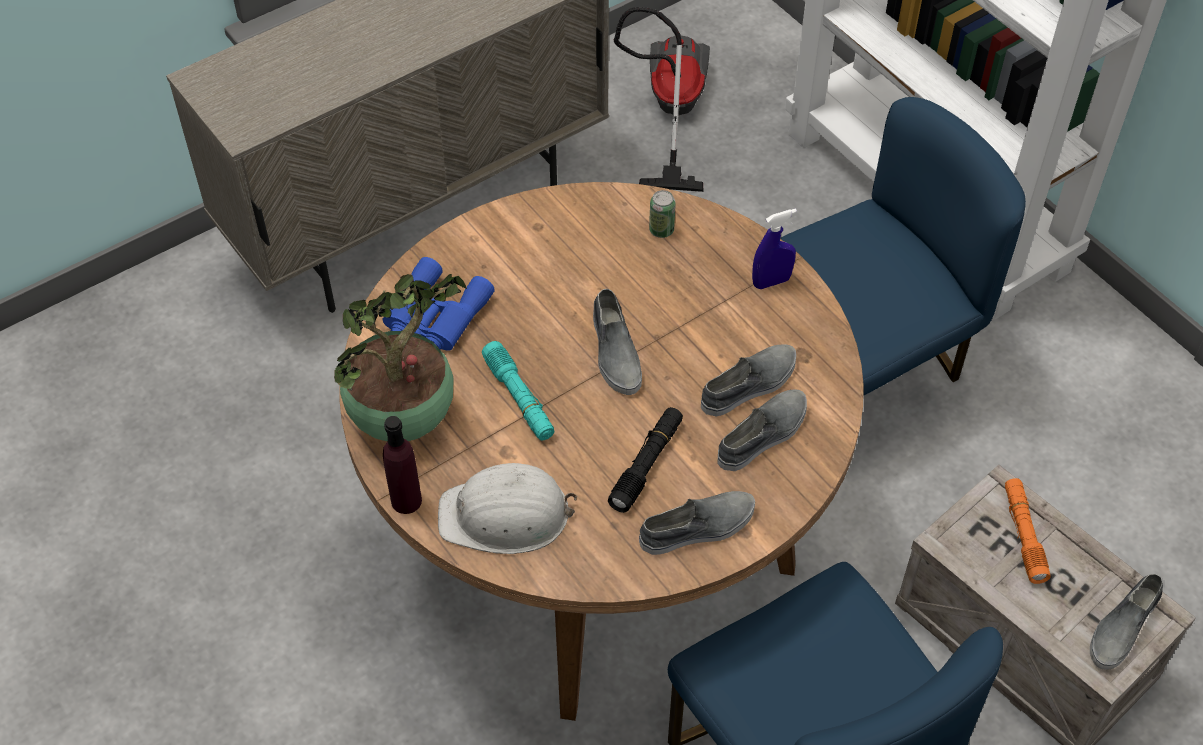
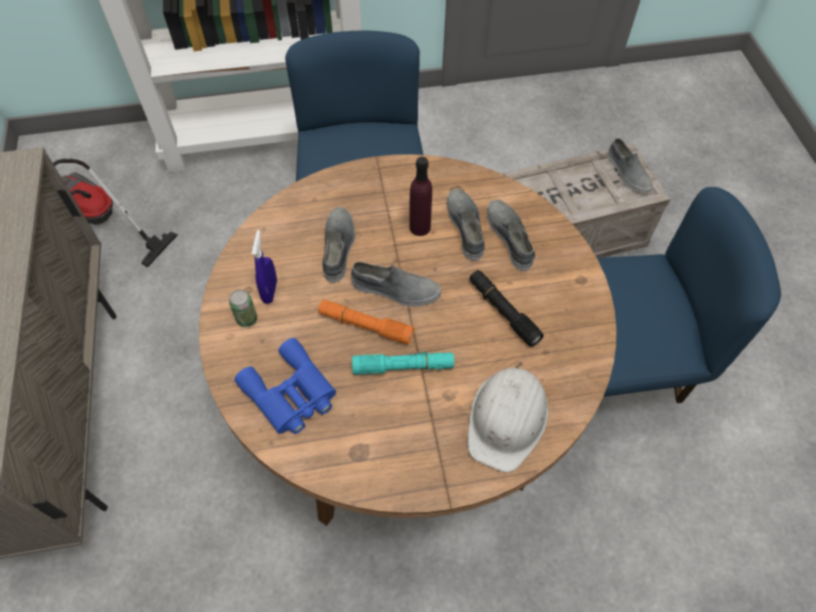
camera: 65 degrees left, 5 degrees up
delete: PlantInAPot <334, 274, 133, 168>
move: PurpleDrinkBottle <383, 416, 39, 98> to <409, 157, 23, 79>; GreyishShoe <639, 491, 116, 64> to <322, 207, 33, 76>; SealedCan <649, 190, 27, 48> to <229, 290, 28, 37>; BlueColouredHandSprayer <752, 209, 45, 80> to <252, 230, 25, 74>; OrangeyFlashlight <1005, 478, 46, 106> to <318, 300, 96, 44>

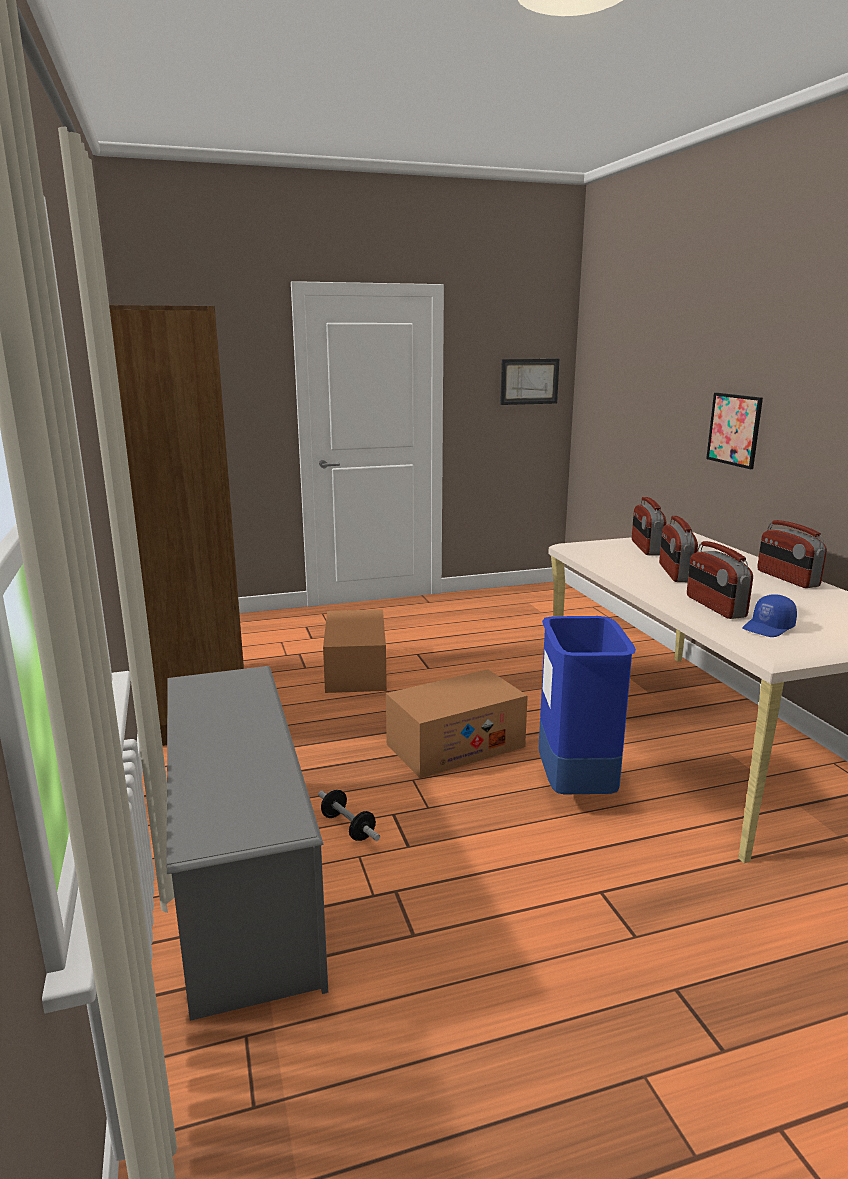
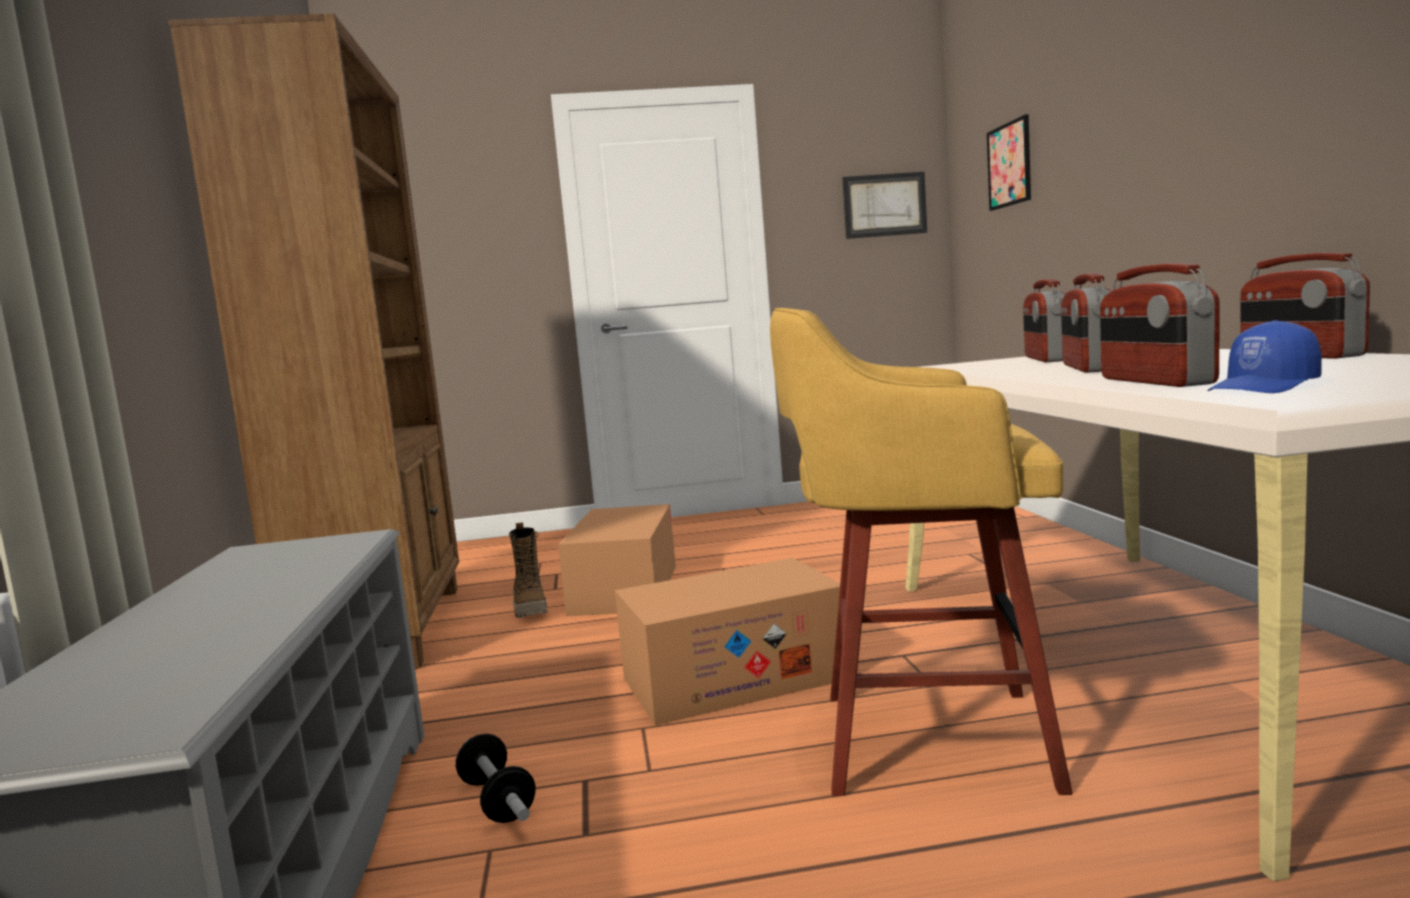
camera: 10 degrees right, 10 degrees down
insert: Boot <509, 522, 38, 96>
move: Picture <706, 393, 57, 76> to <987, 114, 44, 97>
replace: BlueColouredWasteBin <539, 616, 97, 178> to YellowishSittingStool <770, 308, 302, 488>

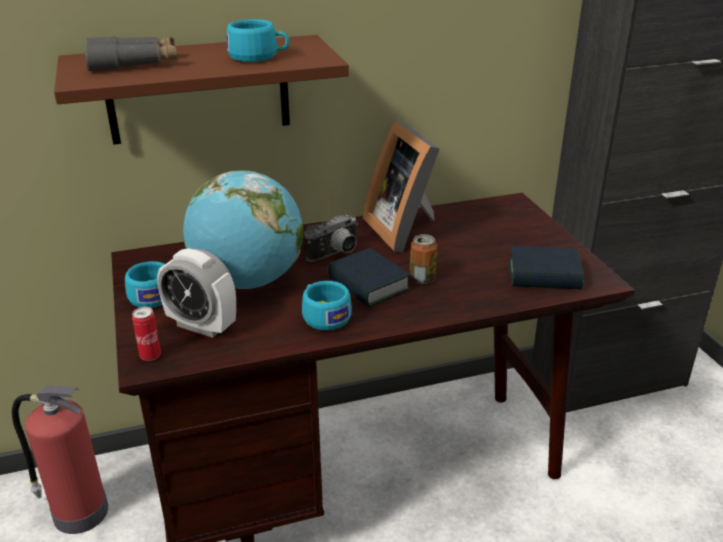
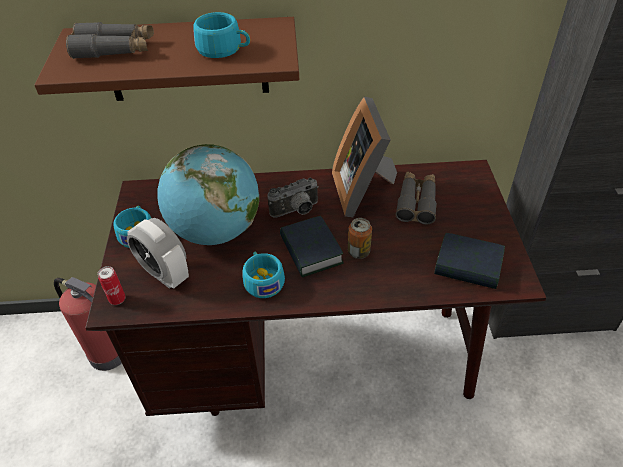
camera: 15 degrees right, 15 degrees up
insert: GreyishBinoculars <395, 172, 42, 53>

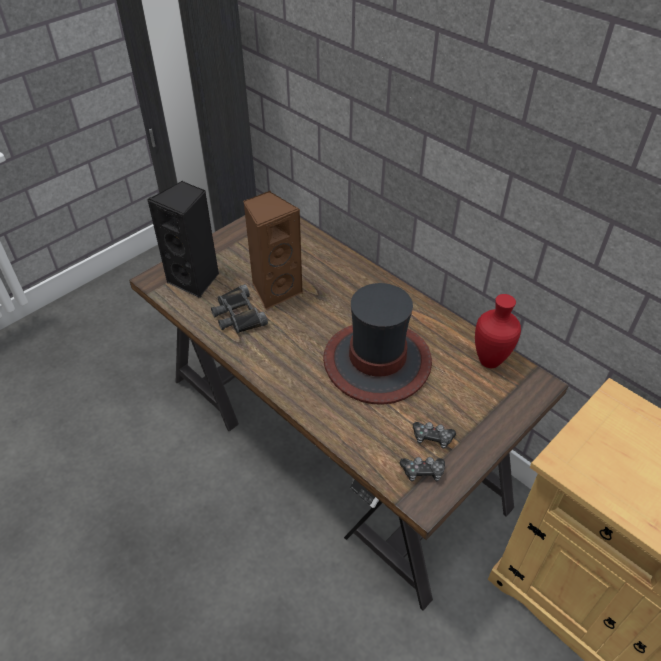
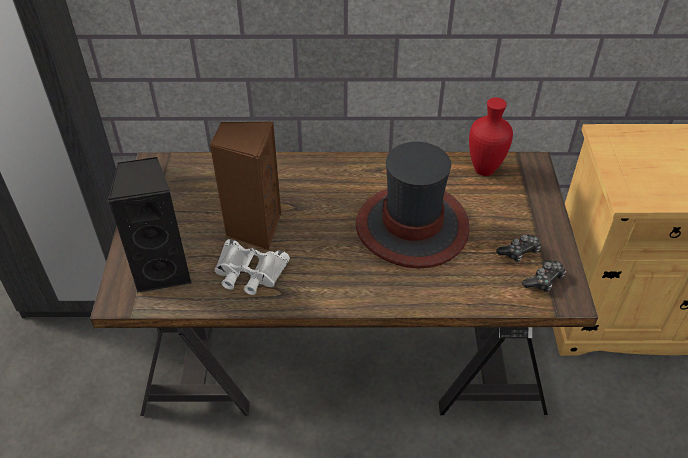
camera: 45 degrees left, 0 degrees up
recolor: BlackBinoculars <211, 284, 57, 49> to WhiteColouredBinoculars <214, 239, 76, 56>

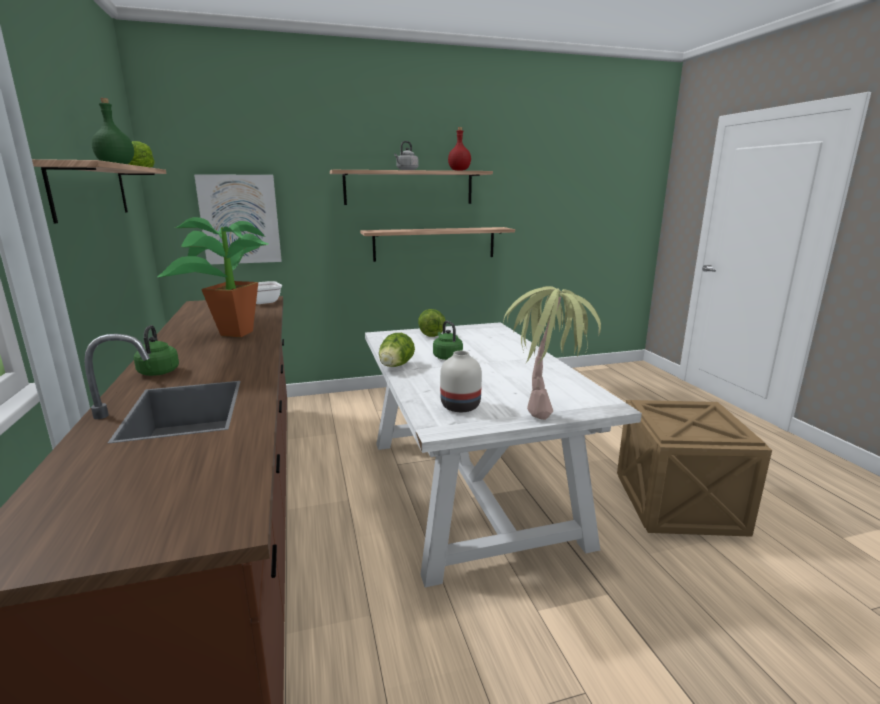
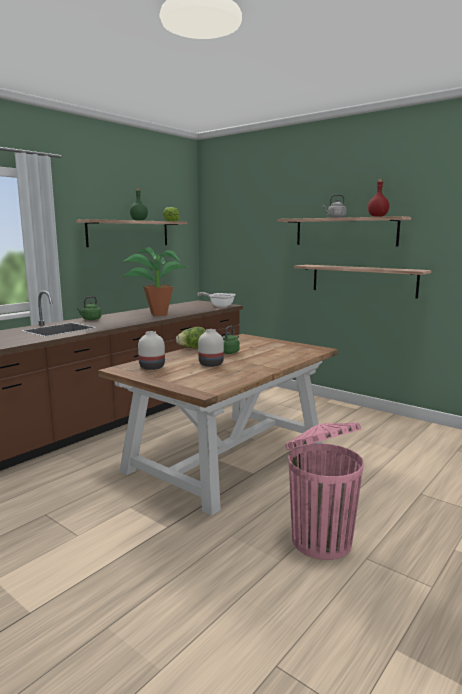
camera: 55 degrees right, 5 degrees down
delete: Picture <194, 174, 88, 90>; HeadOfLettuce <418, 309, 28, 28>; PlantInAPot <503, 286, 98, 134>
insert: WhiteColouredDecorativeVase <198, 329, 26, 38>
replace: PackingCrate <617, 400, 155, 137> to PinkishWasteBin <285, 423, 79, 137>
recolor: WhiteColouredKitchenTable <365, 322, 277, 265> to BrownishKitchenTable <98, 334, 240, 182>

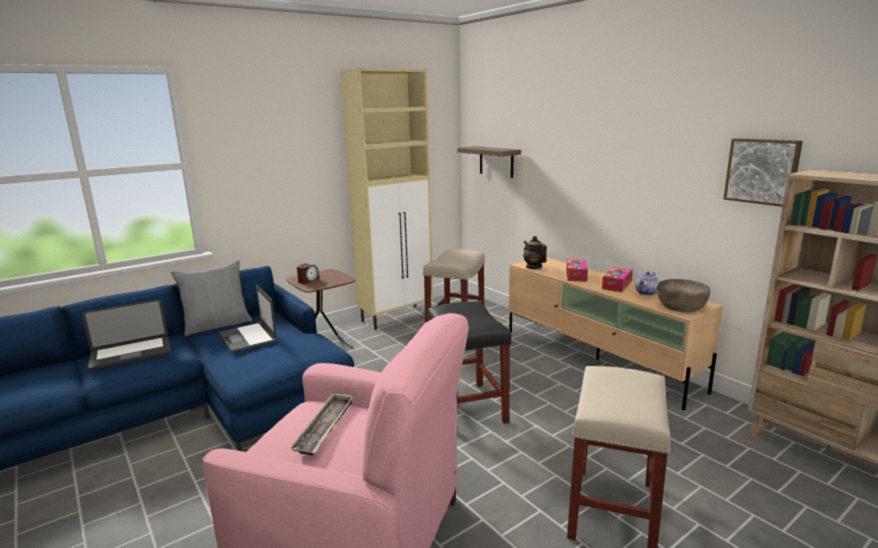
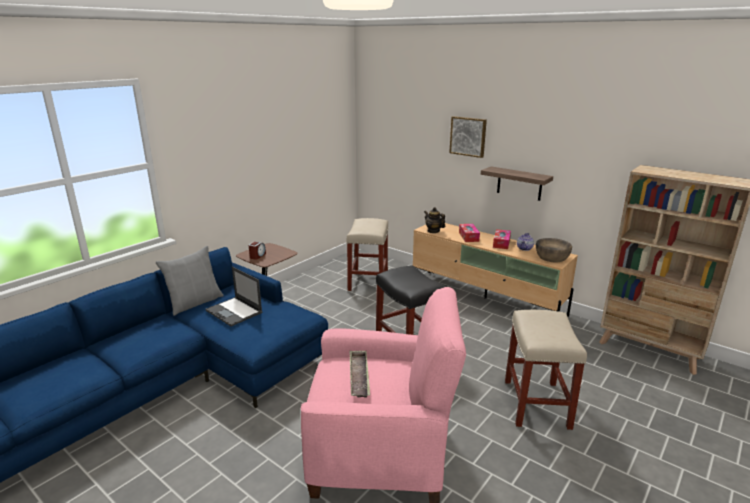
camera: 15 degrees left, 5 degrees up
delete: PortableComputer <81, 299, 90, 72>; BeigeColouredStorageCabinet <340, 68, 93, 262>
move: WallShelf <457, 146, 64, 32> to <481, 166, 72, 35>; Picture <724, 138, 79, 69> to <449, 116, 38, 42>

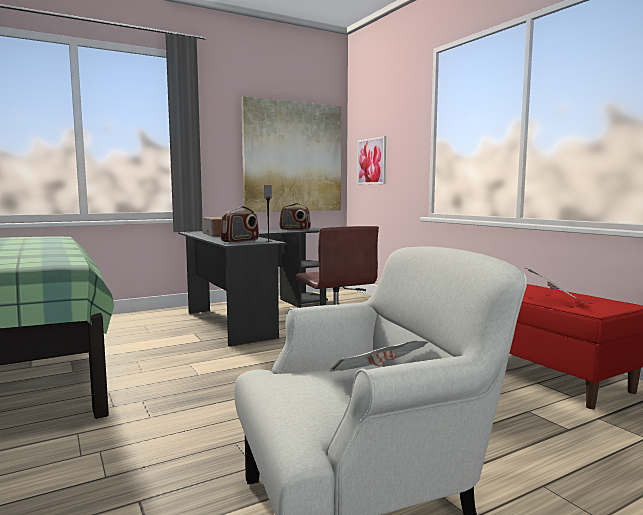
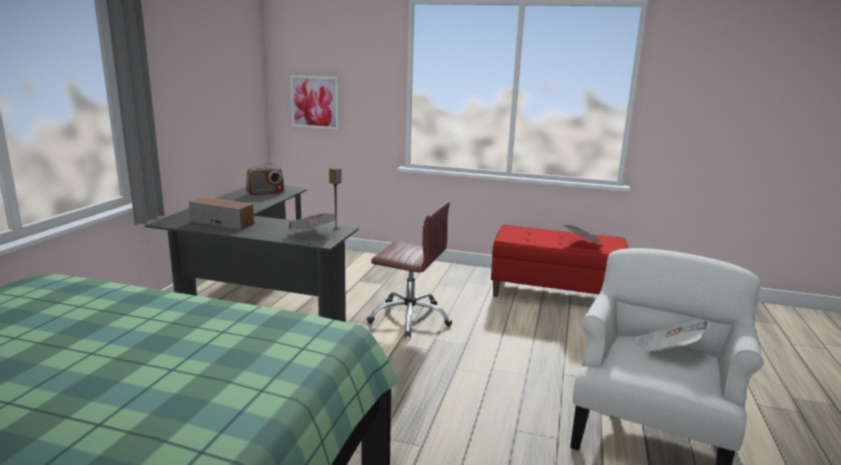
camera: 45 degrees left, 10 degrees up
delete: Picture <241, 96, 100, 116>
replace: Radio <221, 206, 38, 37> to DailyPaper <288, 213, 48, 17>

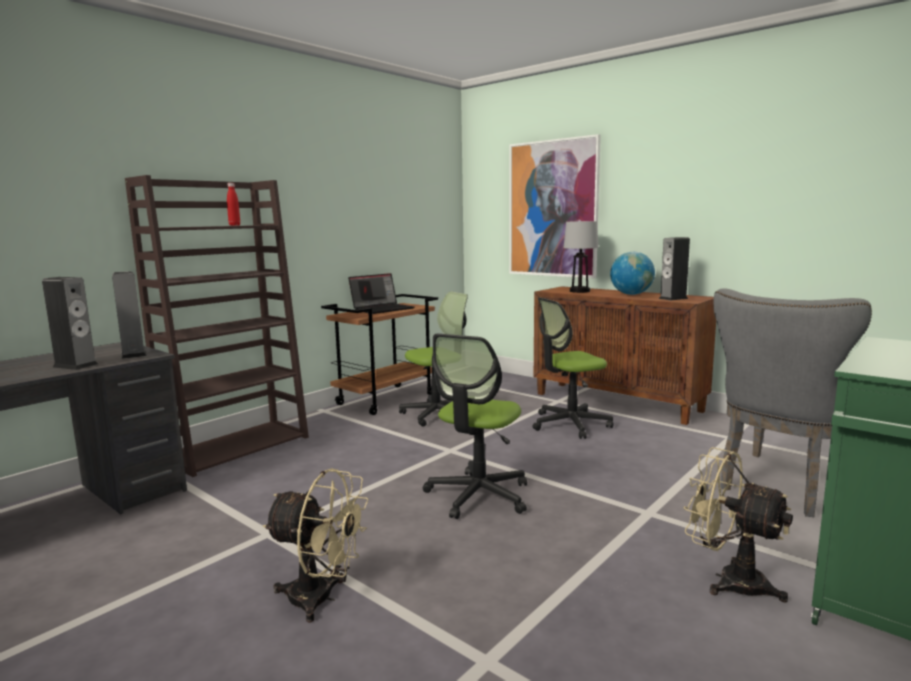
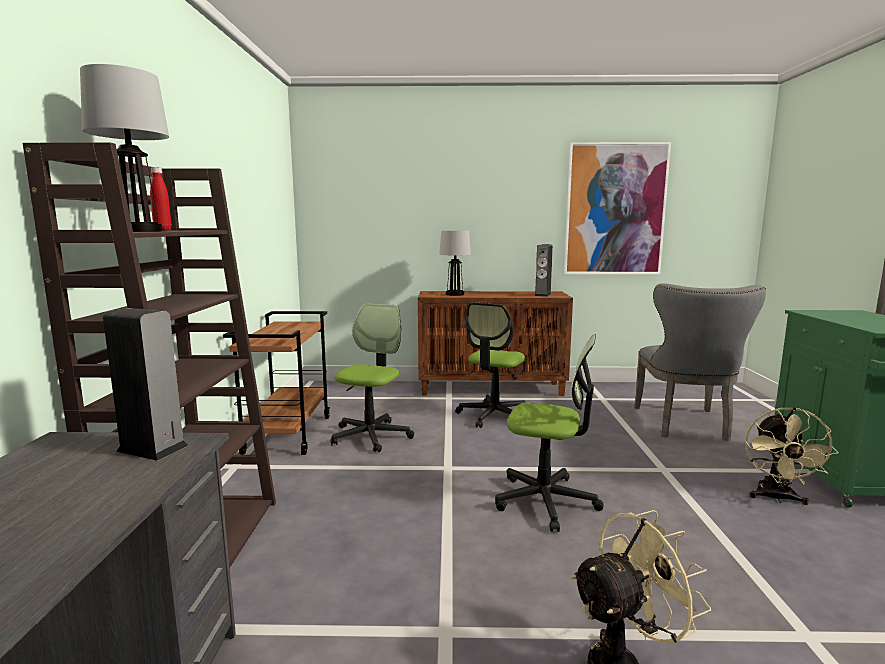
camera: 40 degrees left, 0 degrees up
delete: AudioSpeaker <42, 277, 56, 93>; PortableComputer <348, 273, 66, 41>; DeskGlobe <610, 252, 45, 43>
insert: TableLamp <80, 64, 89, 168>
move: Picture <509, 134, 92, 144> to <564, 142, 107, 132>
rotate: ComputerChair <423, 333, 104, 186> = <495, 334, 108, 198> 60 degrees counterclockwise; BeigeColouredCoolingFan <684, 447, 109, 156> = <745, 407, 94, 98> 75 degrees counterclockwise

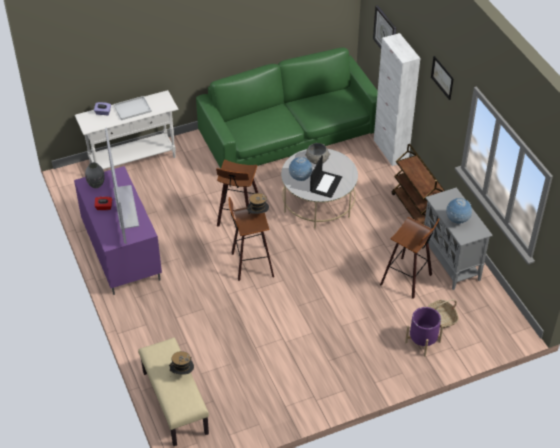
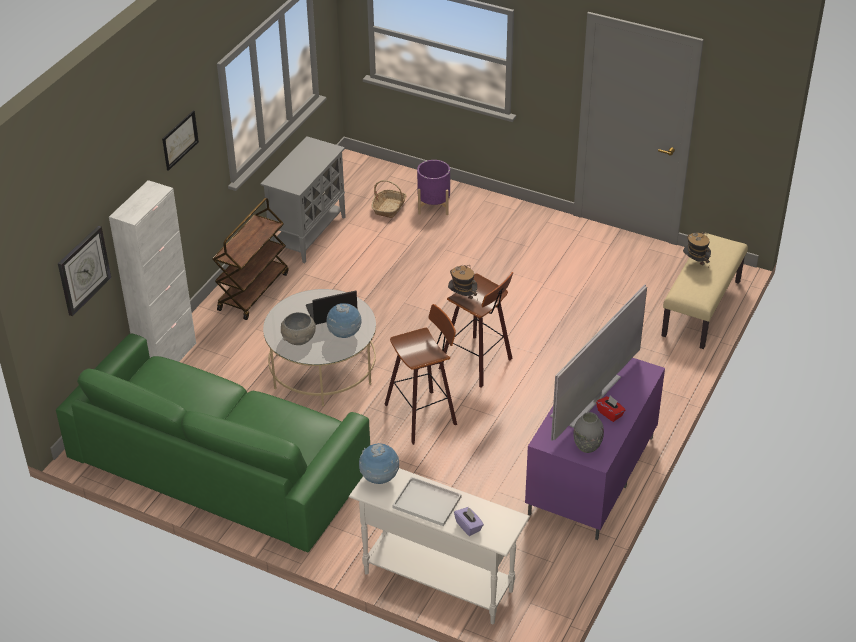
camera: 130 degrees left, 5 degrees down
delete: SittingStool <380, 217, 60, 82>
move: DeskGlobe <446, 198, 26, 26> to <359, 443, 40, 41>

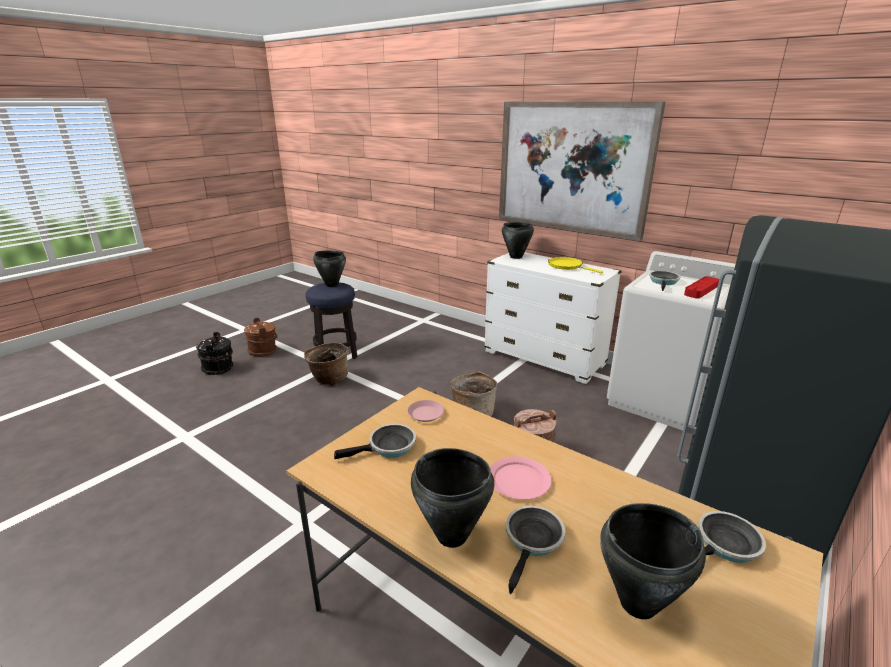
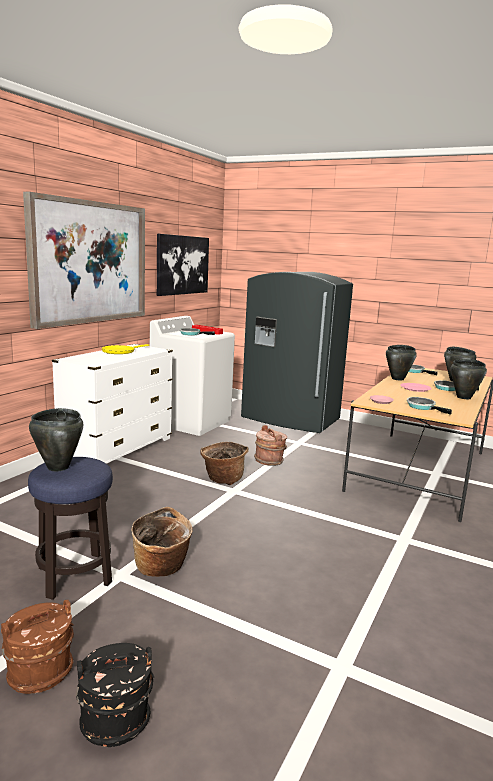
camera: 100 degrees left, 10 degrees down
insert: Picture <157, 234, 52, 62>
move: BlackCookingPot <502, 222, 32, 37> to <386, 345, 31, 36>

